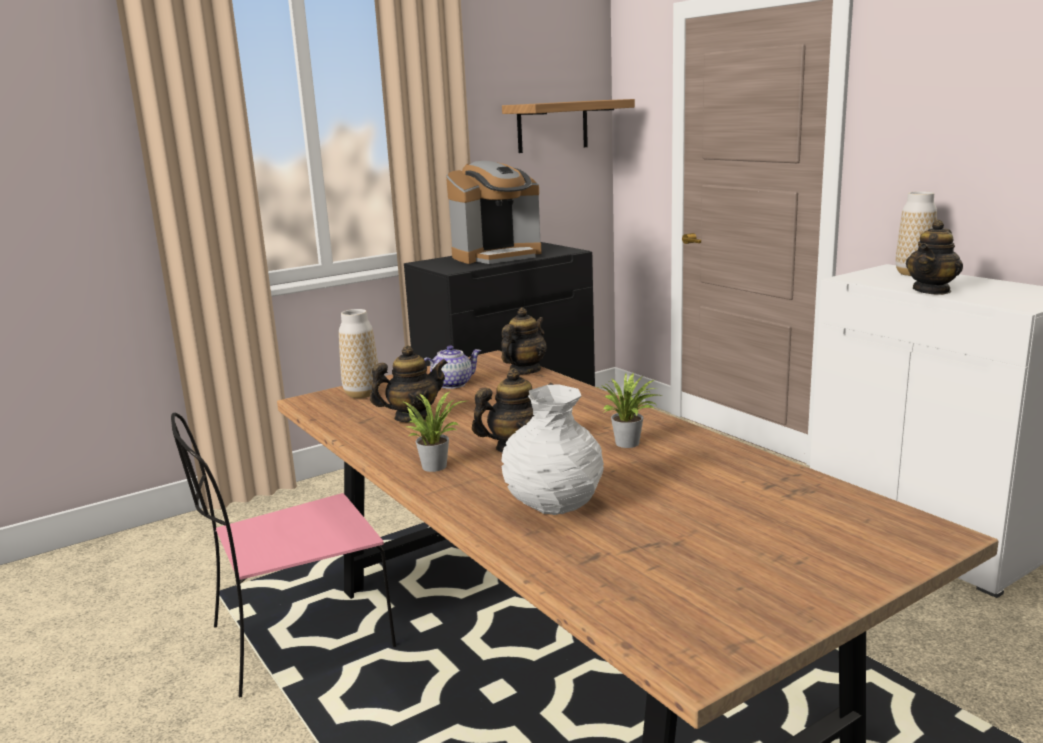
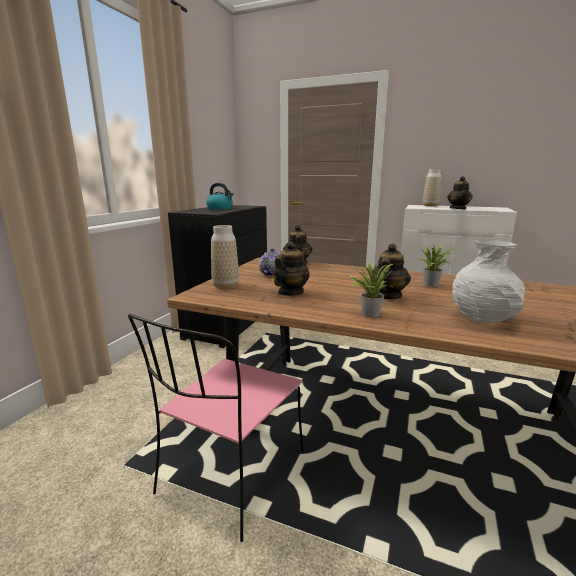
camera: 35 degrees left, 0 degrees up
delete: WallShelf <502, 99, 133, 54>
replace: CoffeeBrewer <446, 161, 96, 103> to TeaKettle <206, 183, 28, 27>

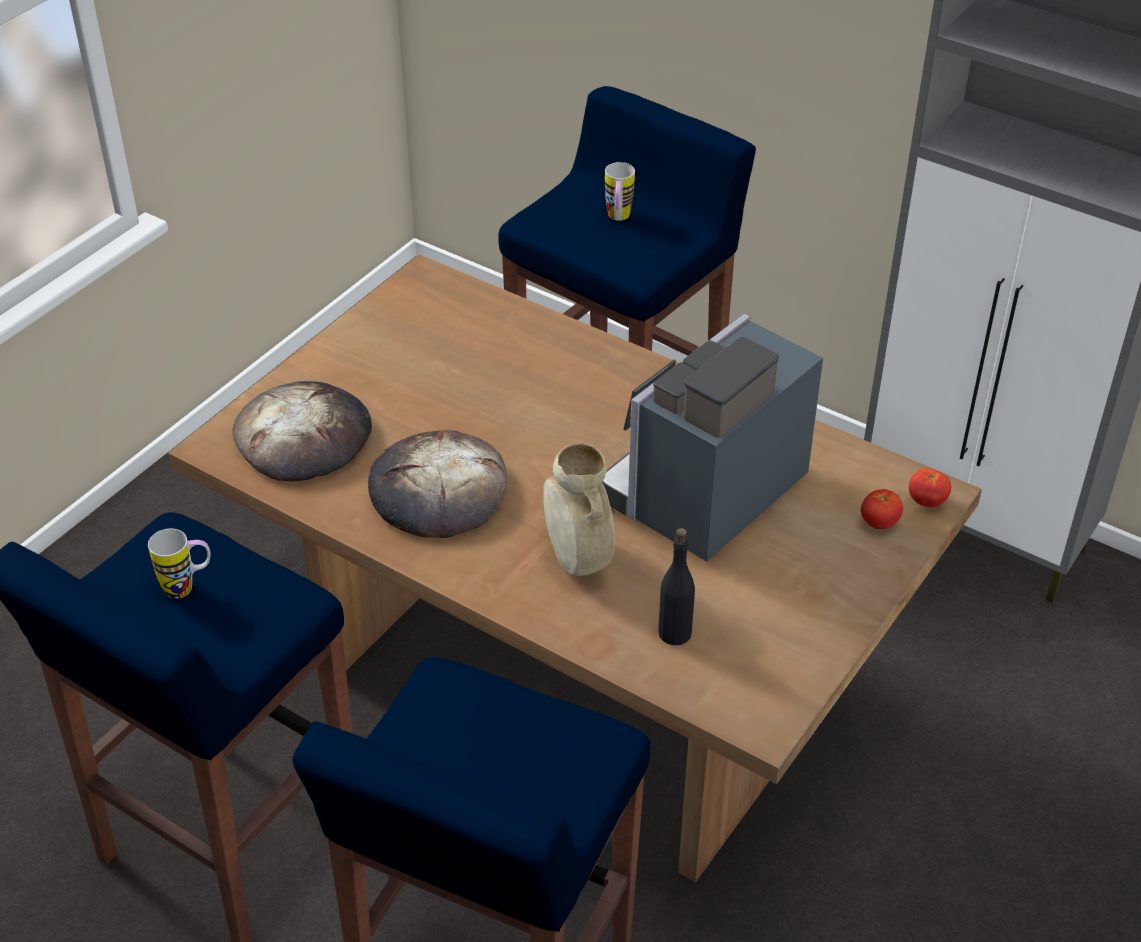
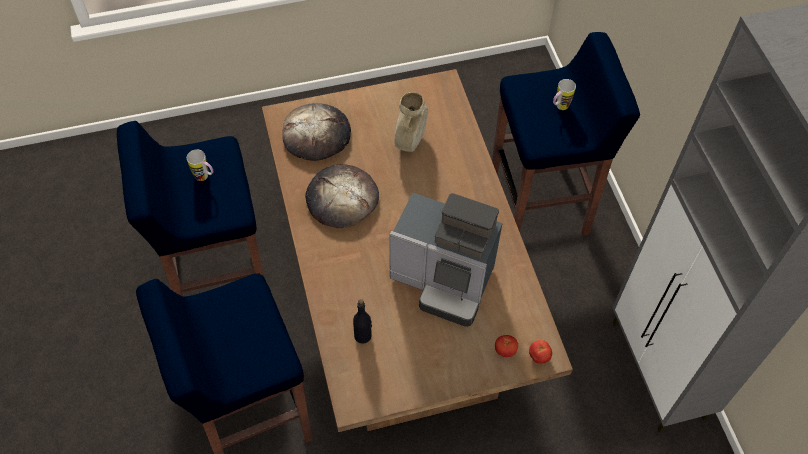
camera: 40 degrees right, 15 degrees up
move: BeigeColouredDecorativeVase <543, 444, 72, 132> to <395, 92, 33, 60>
rotate: CoffeeBrewer <602, 313, 221, 249> = <390, 192, 113, 135> 150 degrees counterclockwise

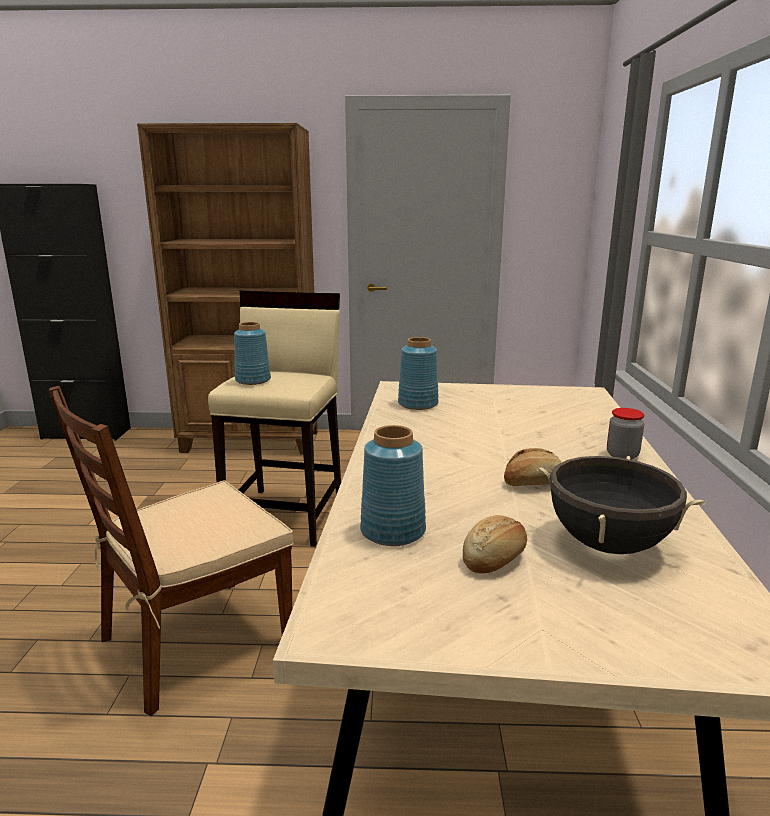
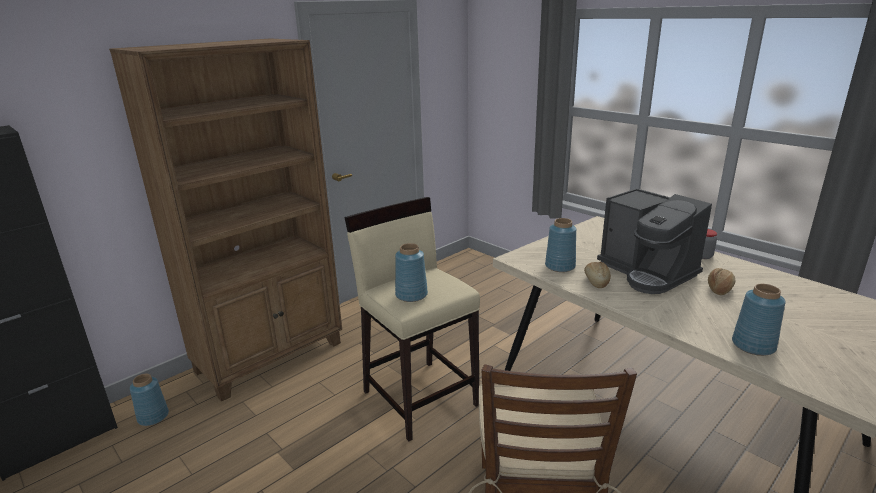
camera: 45 degrees left, 5 degrees up
delete: BlackCookingPot <537, 456, 168, 98>
insert: BlueColouredDecorativeVase <130, 374, 39, 52>; CoffeeBrewer <597, 188, 115, 106>
move: Bread <463, 515, 64, 59> to <584, 262, 27, 26>

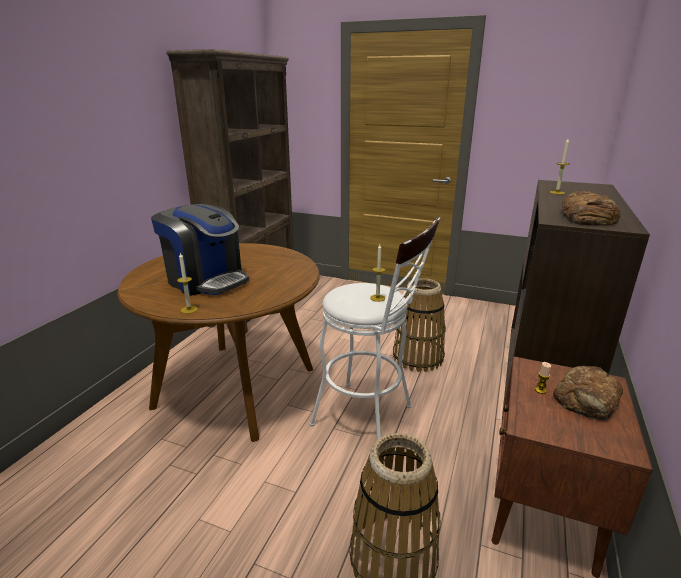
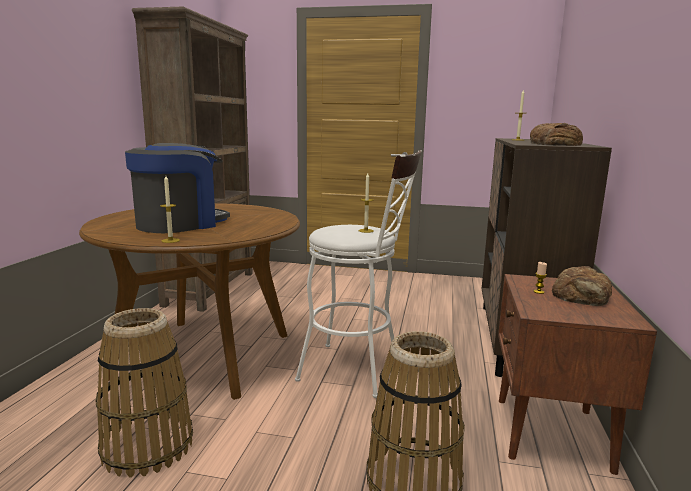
camera: 10 degrees left, 10 degrees down
move: HouseholdBasket <393, 278, 53, 94> to <96, 308, 97, 169>
rotate: CoffeeBrewer <151, 204, 98, 92> = <125, 143, 105, 90> 75 degrees counterclockwise

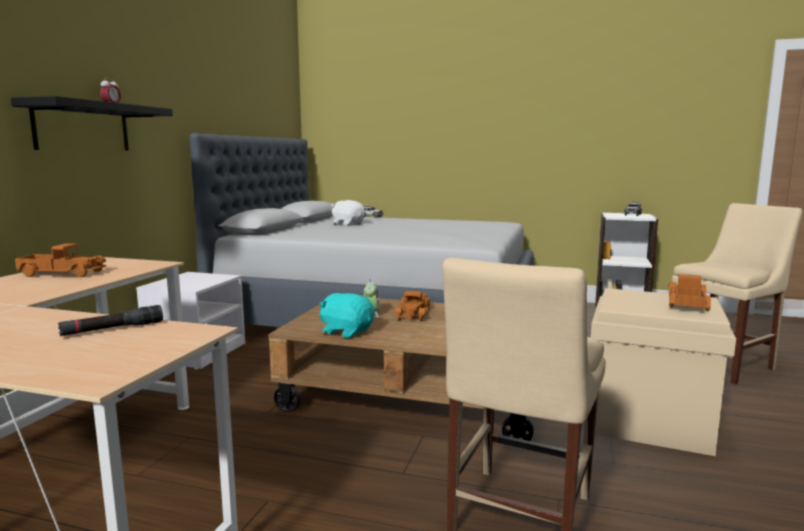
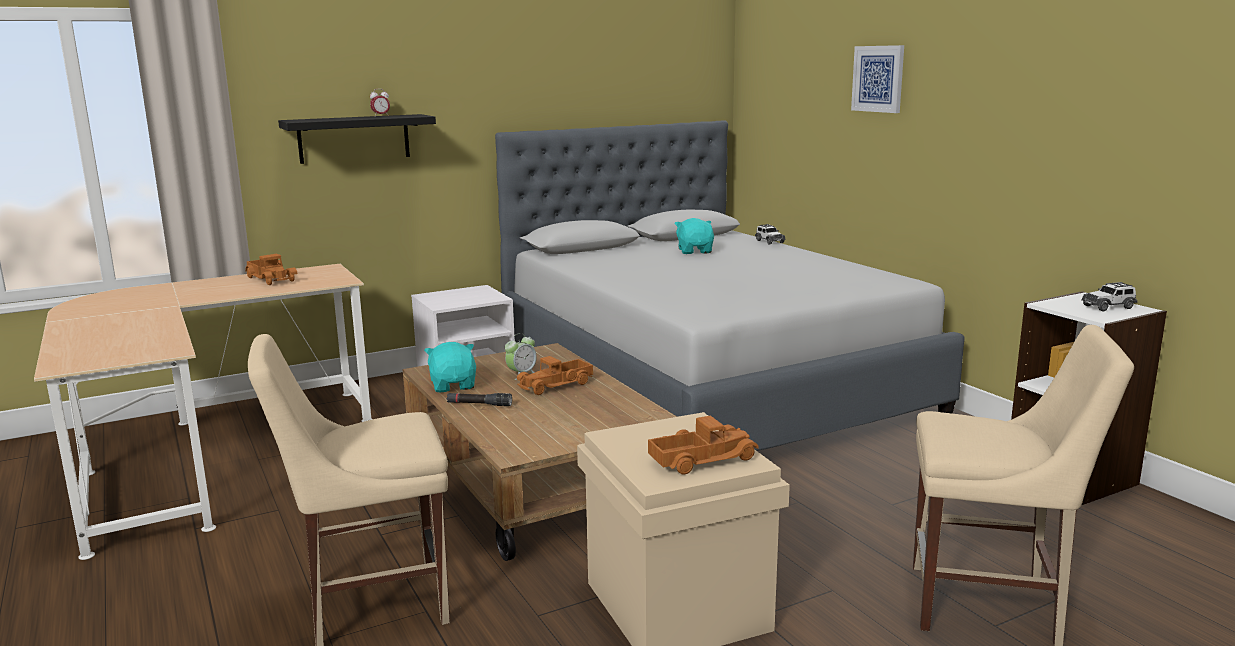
camera: 45 degrees right, 5 degrees up
insert: Picture <851, 45, 53, 68>
move: BlackFlashlight <58, 305, 105, 31> to <447, 393, 65, 13>
recolor: WhiteColouredCuddlyToy <331, 200, 34, 26> to TurquoiseCuddlyToy <674, 218, 40, 36>

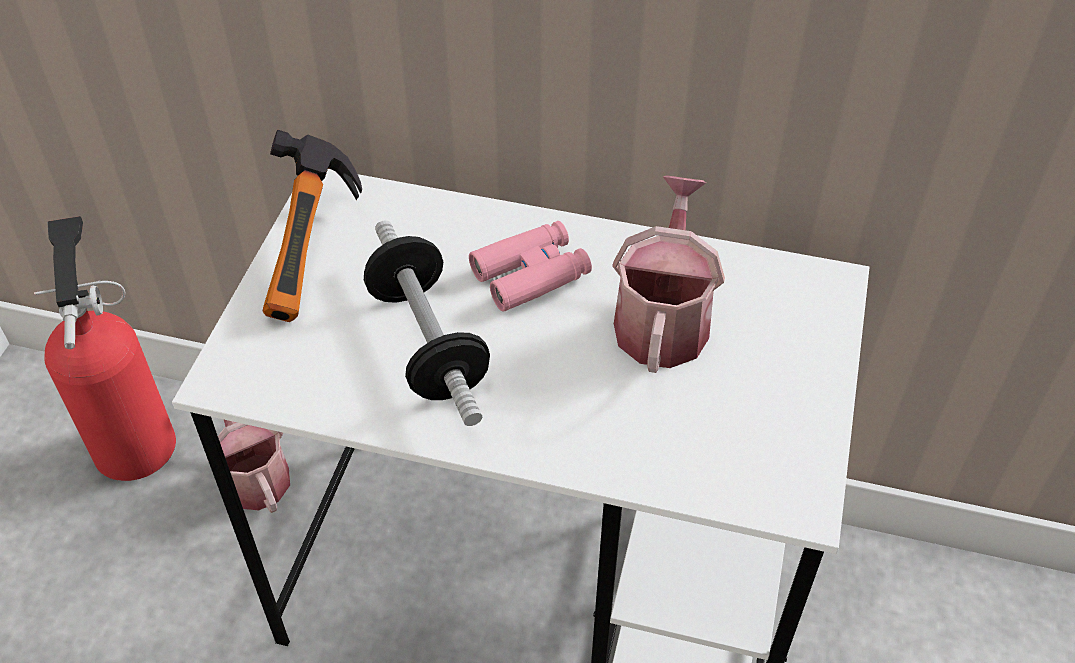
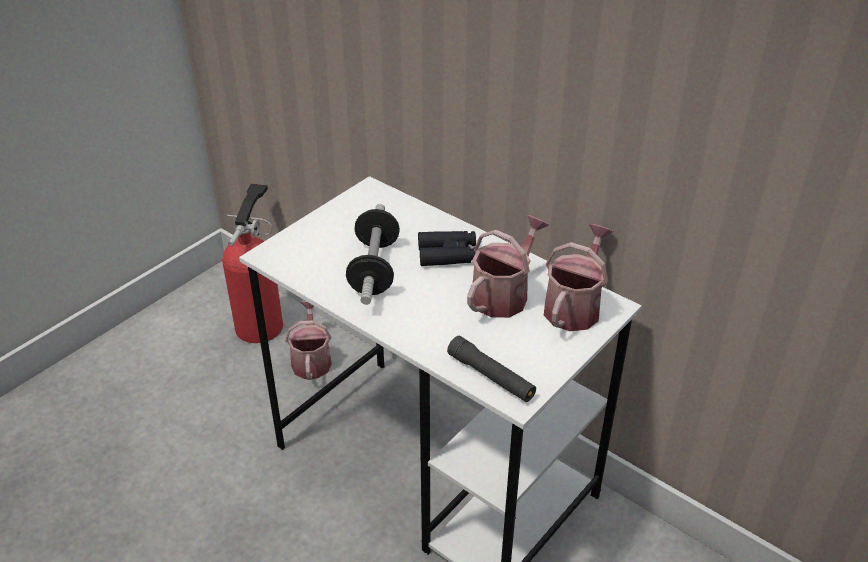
camera: 25 degrees right, 10 degrees down
delete: Hammer <262, 129, 100, 193>
insert: BlackFlashlight <447, 336, 89, 66>; SprinklingCan <544, 224, 69, 107>
recolor: PinkishBinoculars <469, 221, 123, 90> to BlackBinoculars <418, 231, 58, 35>

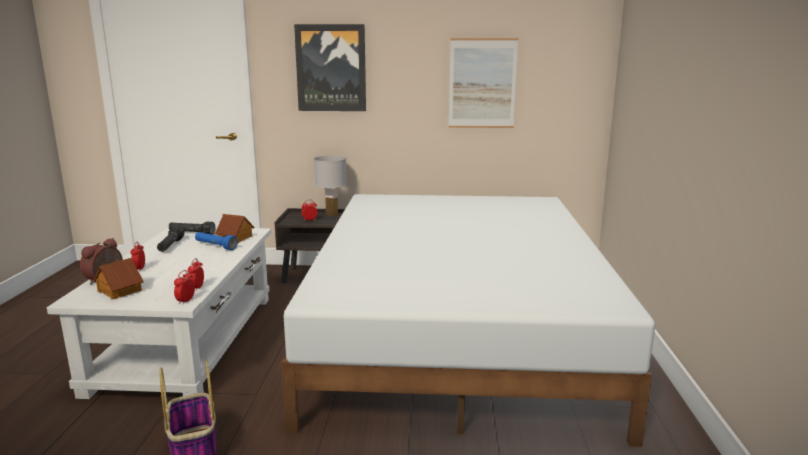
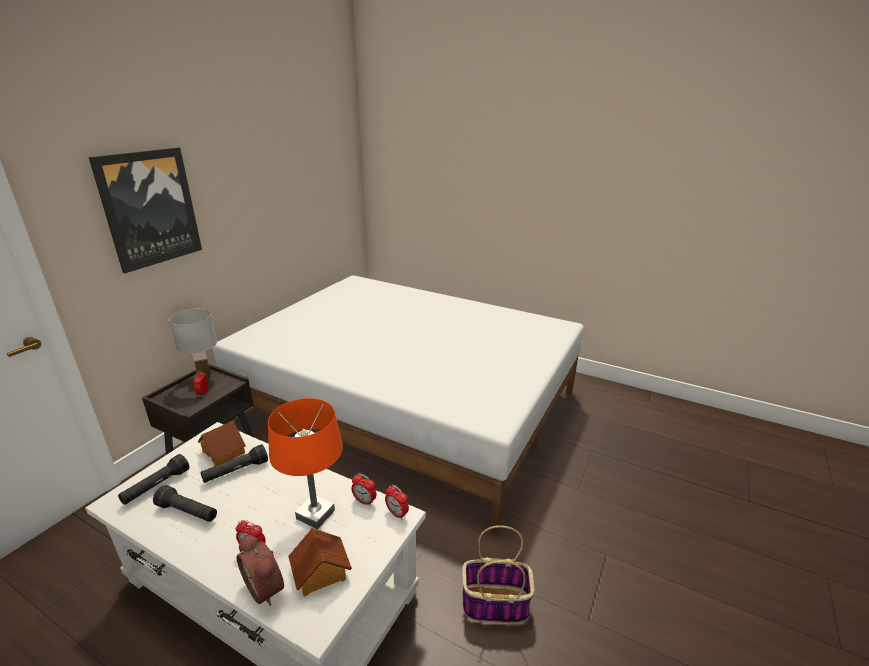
camera: 65 degrees left, 10 degrees up
delete: Picture <449, 38, 69, 90>
insert: OrangeyTableLamp <268, 398, 75, 131>
recolor: BlueColouredFlashlight <195, 232, 43, 18> to BlackFlashlight <200, 444, 68, 39>

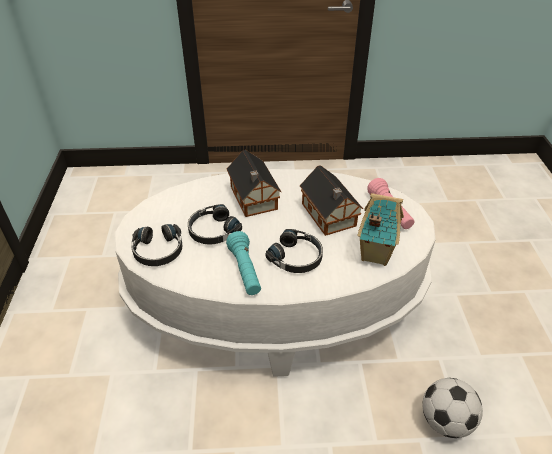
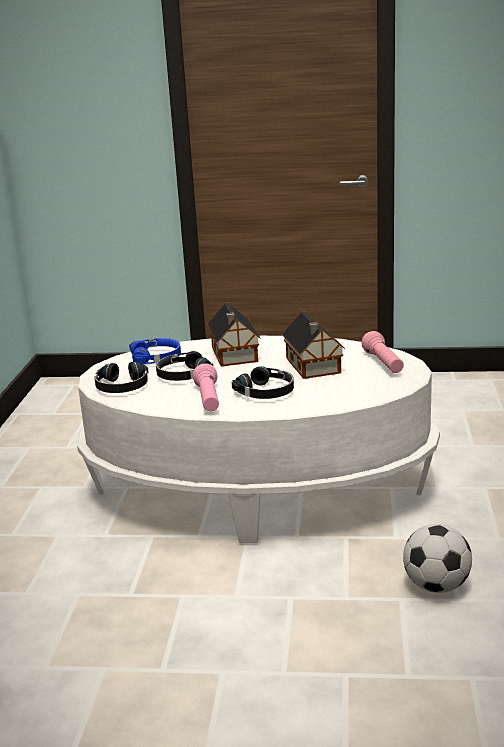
camera: 10 degrees right, 20 degrees down
delete: ToyHouse <357, 193, 47, 73>
insert: BlueColouredHeadset <129, 338, 52, 26>
recolor: TurquoiseFlashlight <226, 231, 35, 64> to PinkishFlashlight <193, 363, 26, 48>

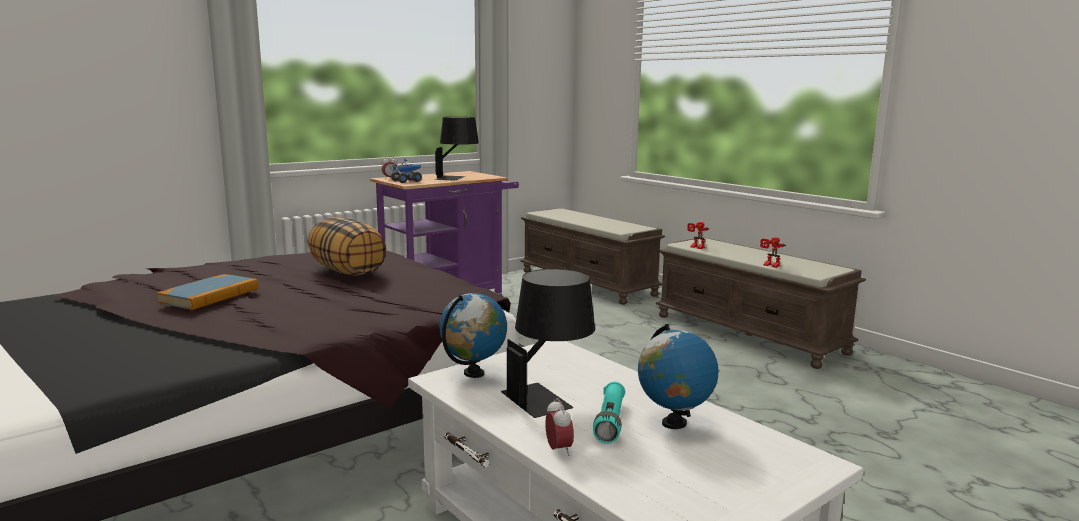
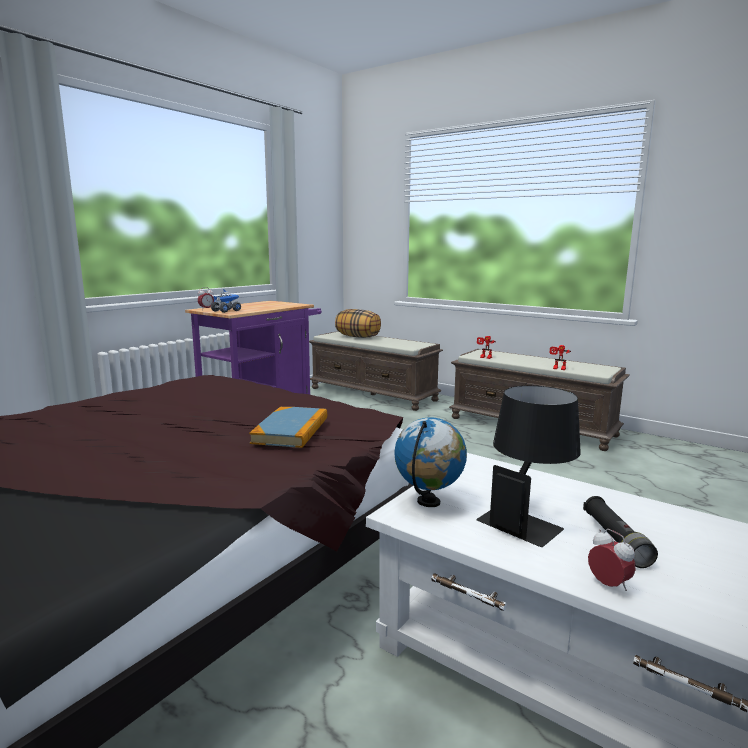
camera: 15 degrees left, 0 degrees up
delete: BlackTableLamp <435, 117, 44, 63>; DeskGlobe <638, 324, 81, 105>
move: BoundBook <156, 274, 103, 36> to <249, 407, 78, 41>; Cushion <307, 217, 79, 58> to <335, 309, 46, 29>
recolor: TurquoiseFlashlight <593, 382, 32, 62> to BlackFlashlight <583, 496, 75, 72>

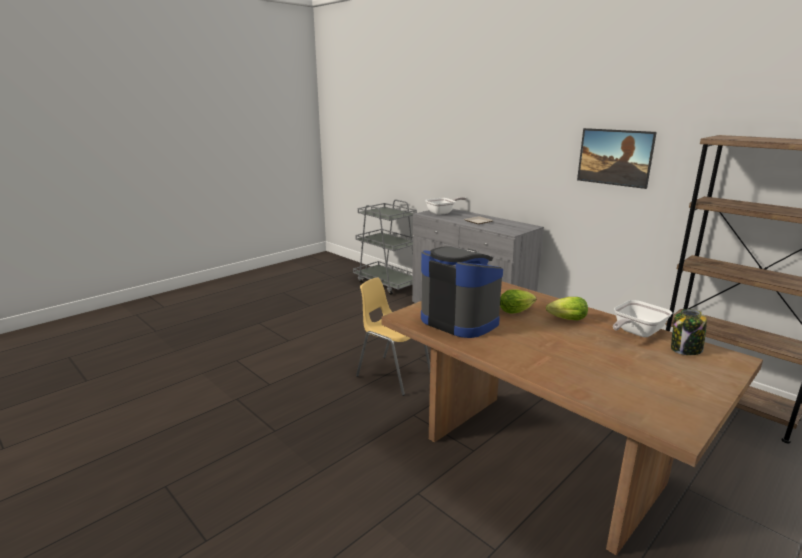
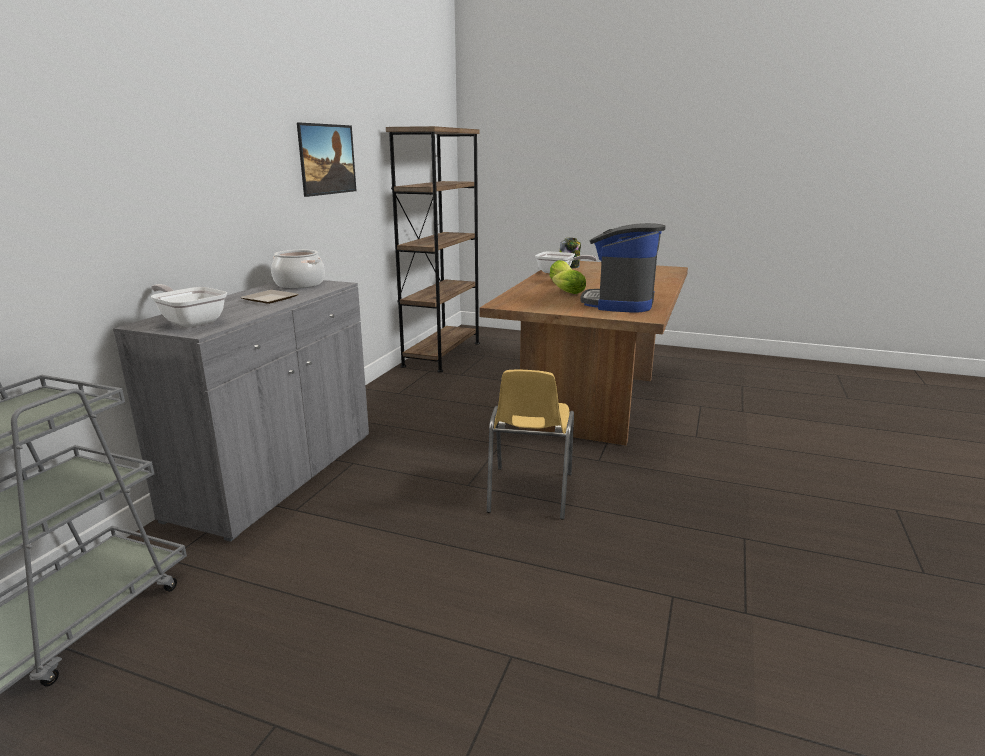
camera: 115 degrees left, 0 degrees up
insert: CookingPot <271, 250, 54, 38>

